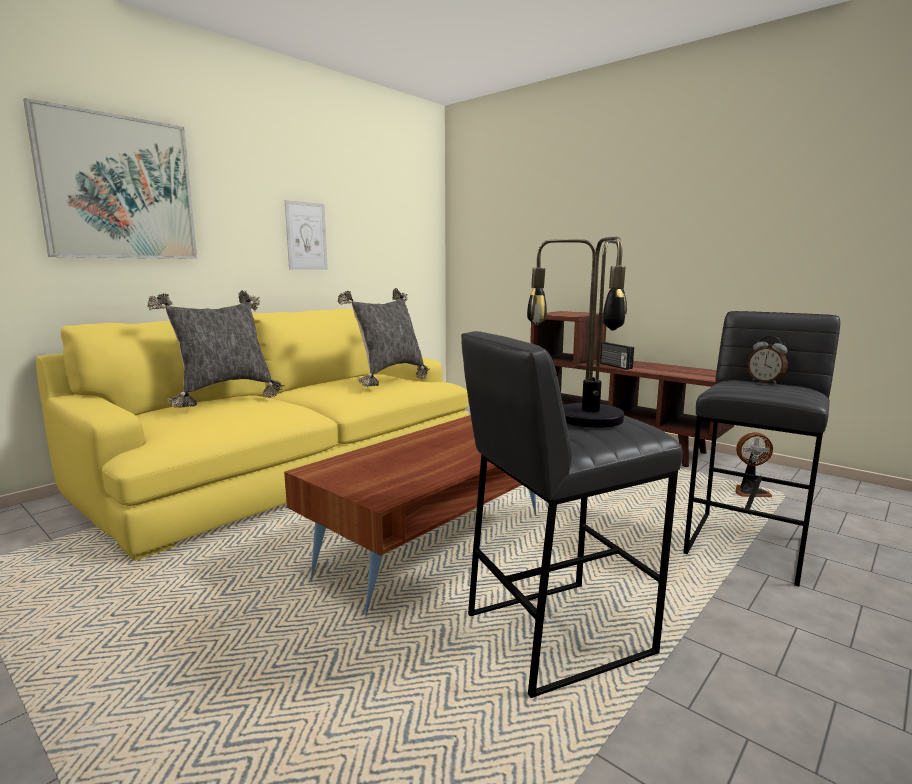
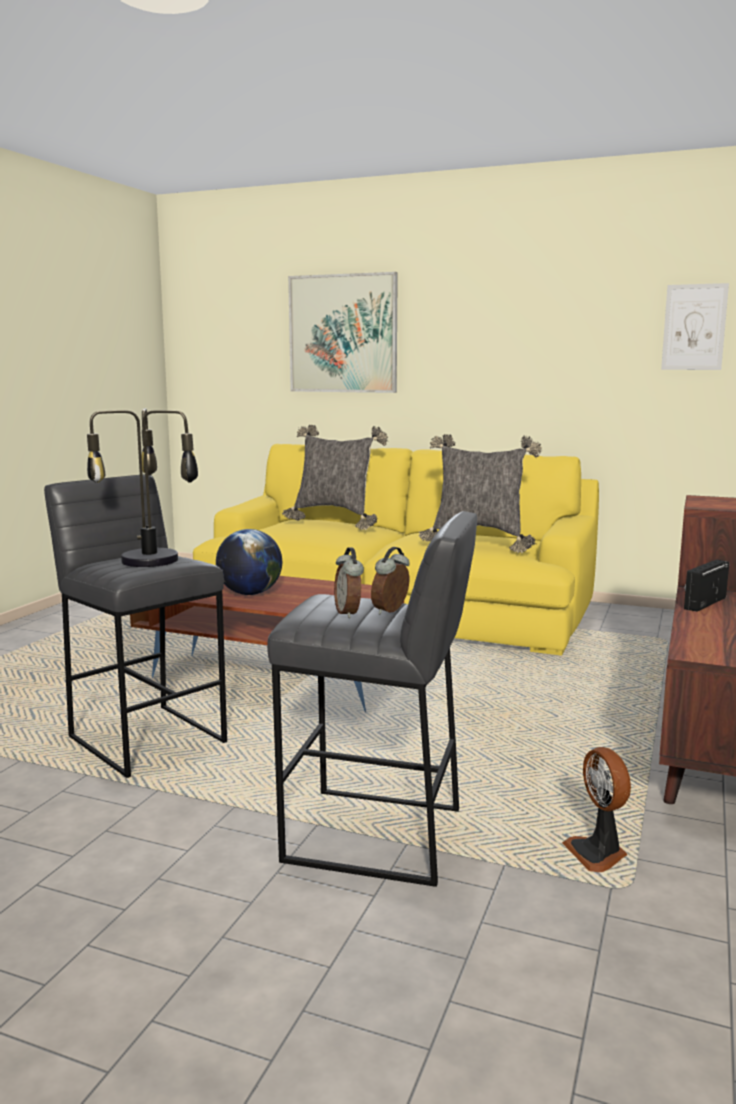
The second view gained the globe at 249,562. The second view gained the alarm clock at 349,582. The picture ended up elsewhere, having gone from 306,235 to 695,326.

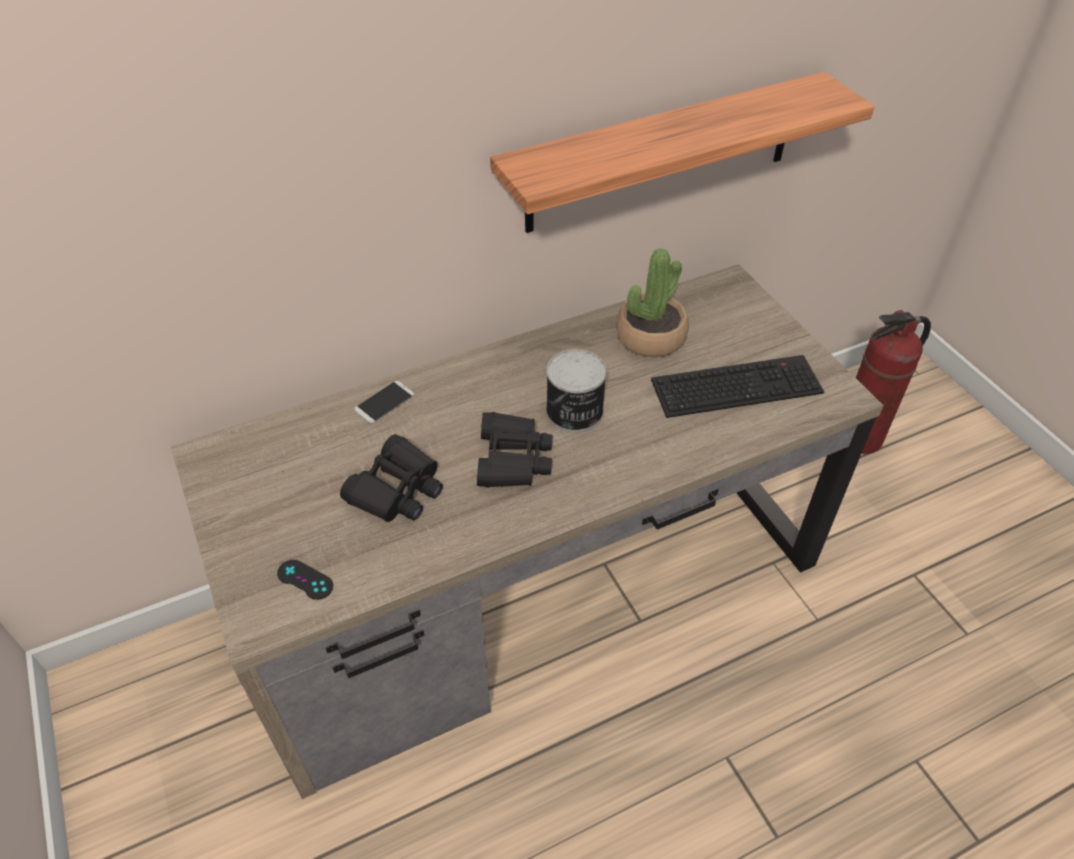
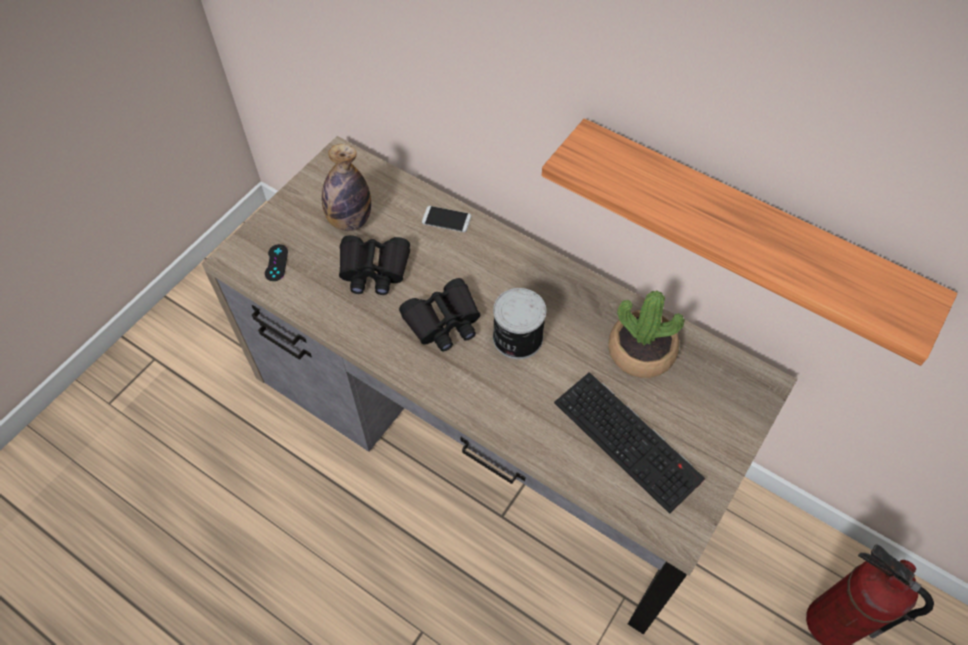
The second view gained the bottle at 346,187.

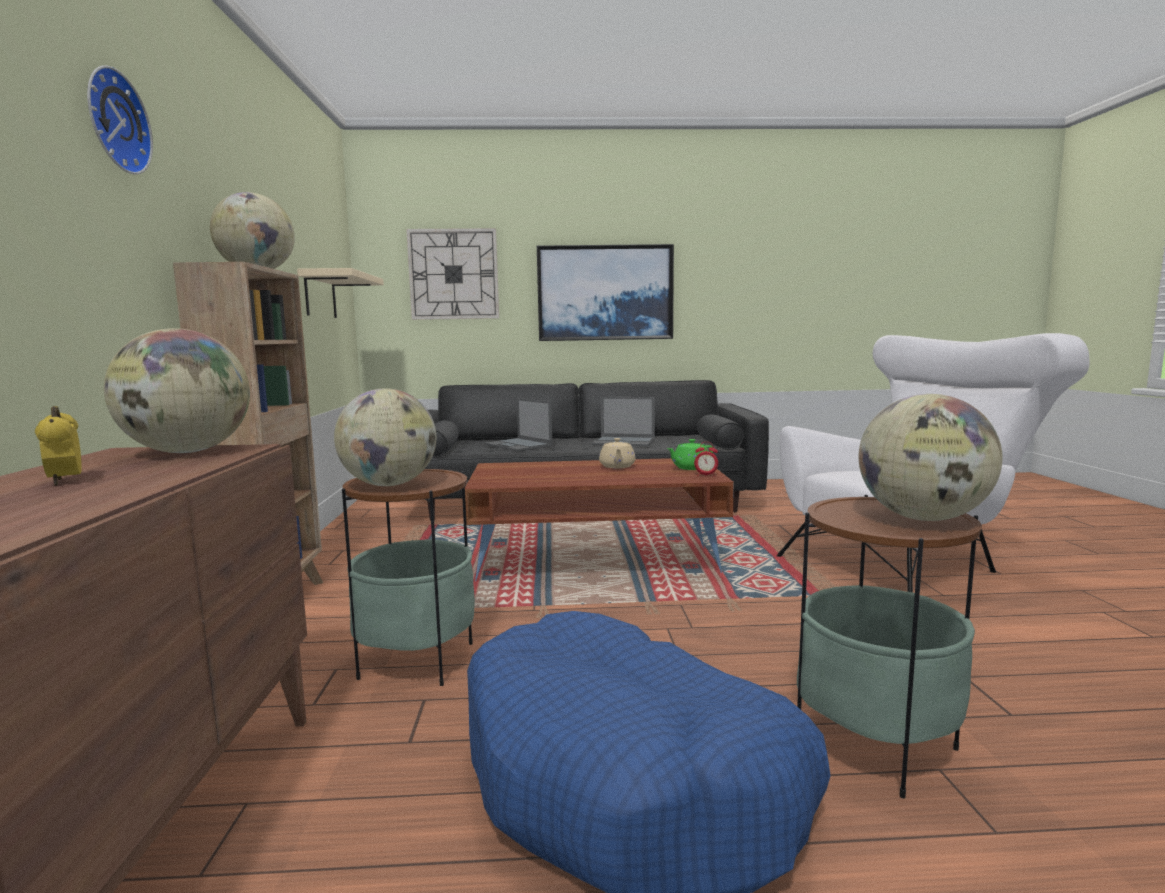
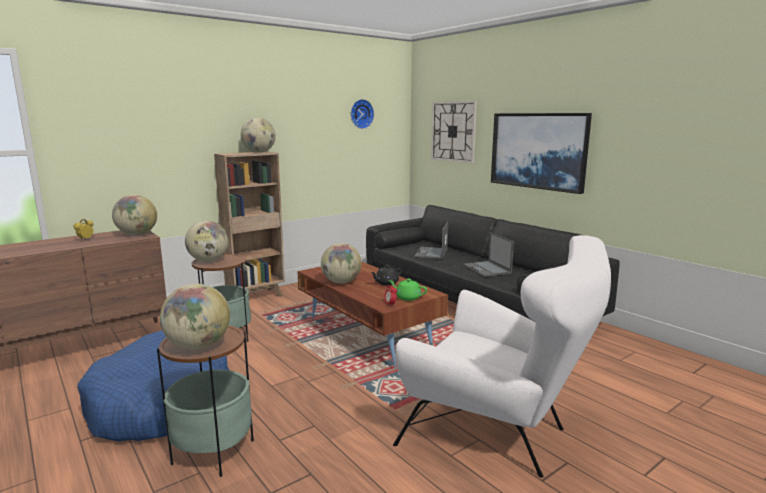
The second view lost the beige shelf at 340,293. The second view gained the globe at 341,263. The wall clock ended up elsewhere, having gone from 120,119 to 362,114. What was the beige teapot at 617,453 turned into the black teapot at 386,275.

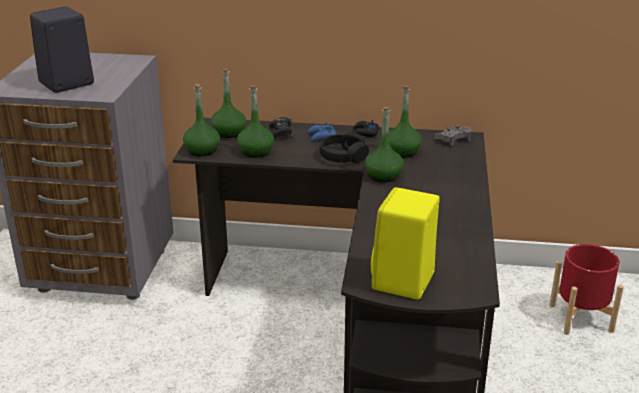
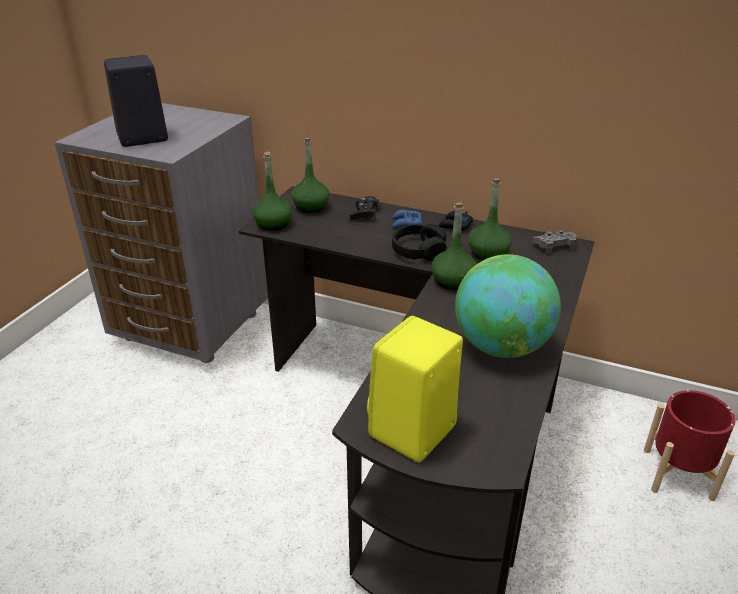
The second view lost the green bottle at 255,122. The second view gained the globe at 508,306.

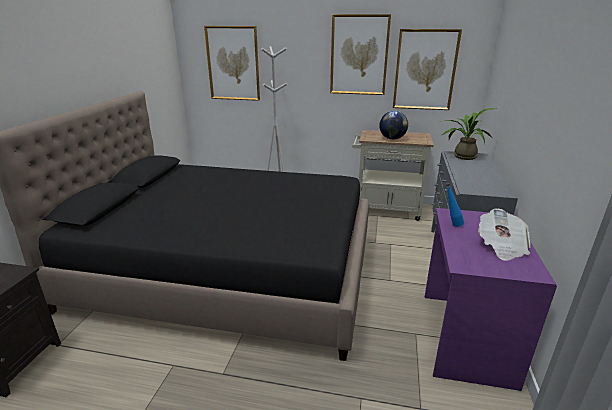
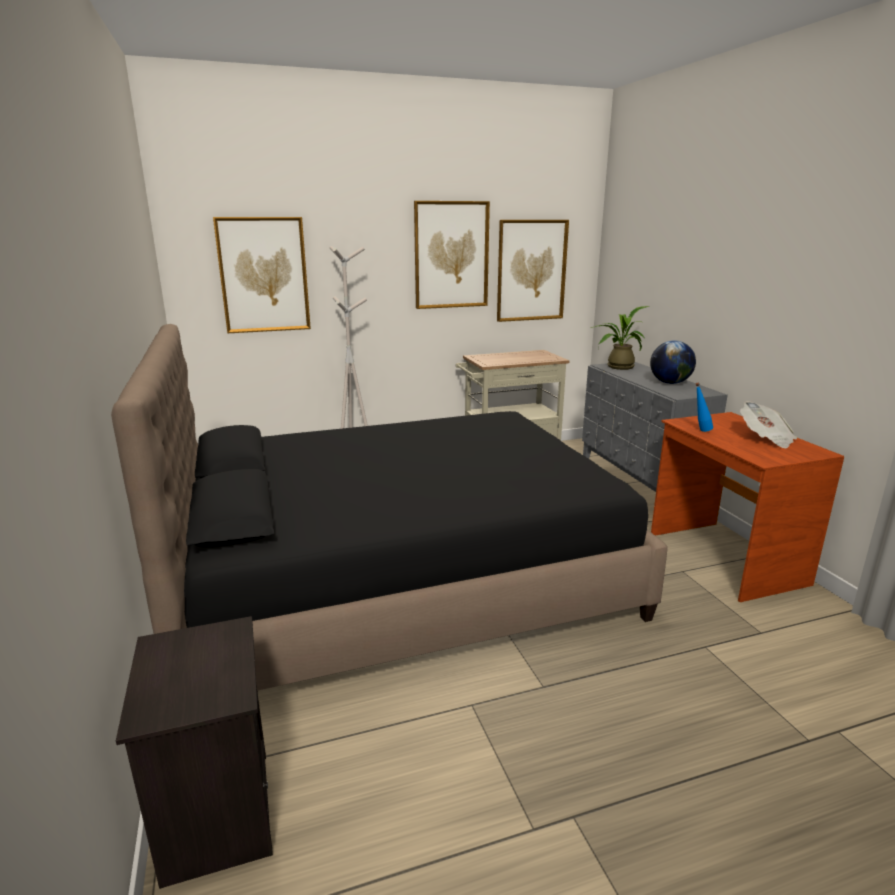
The globe ended up elsewhere, having gone from 393,125 to 673,362. What was the purple desk at 491,299 turned into the brown desk at 747,507.

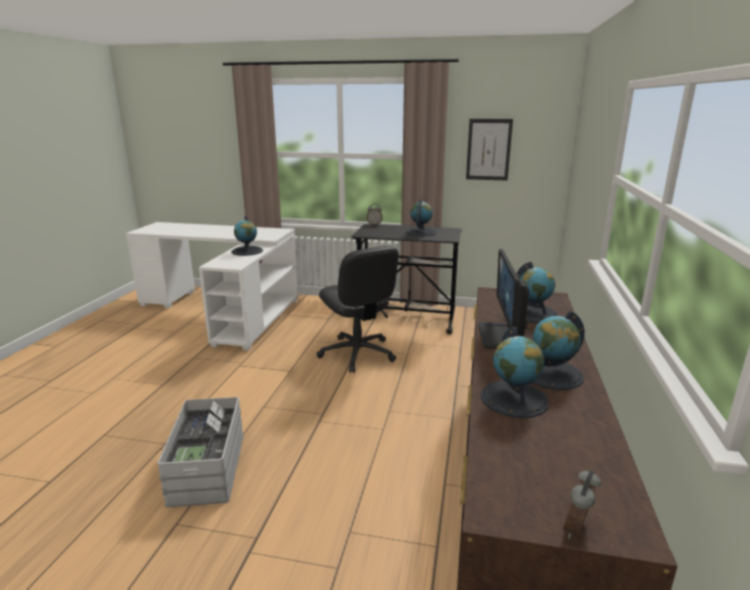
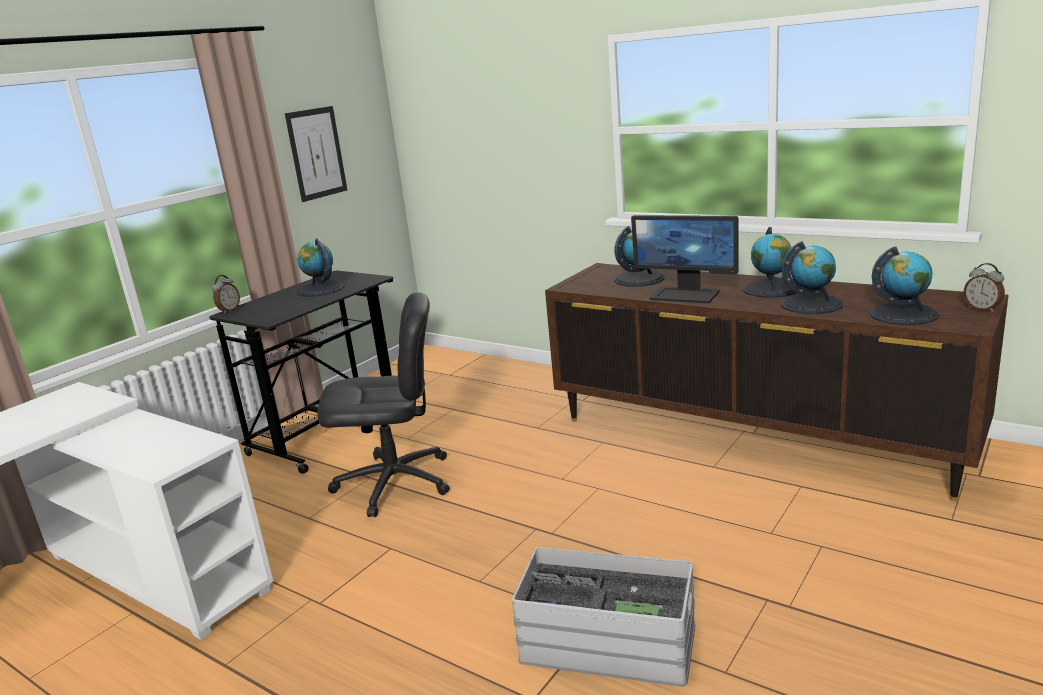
The globe ended up elsewhere, having gone from 247,236 to 904,286.

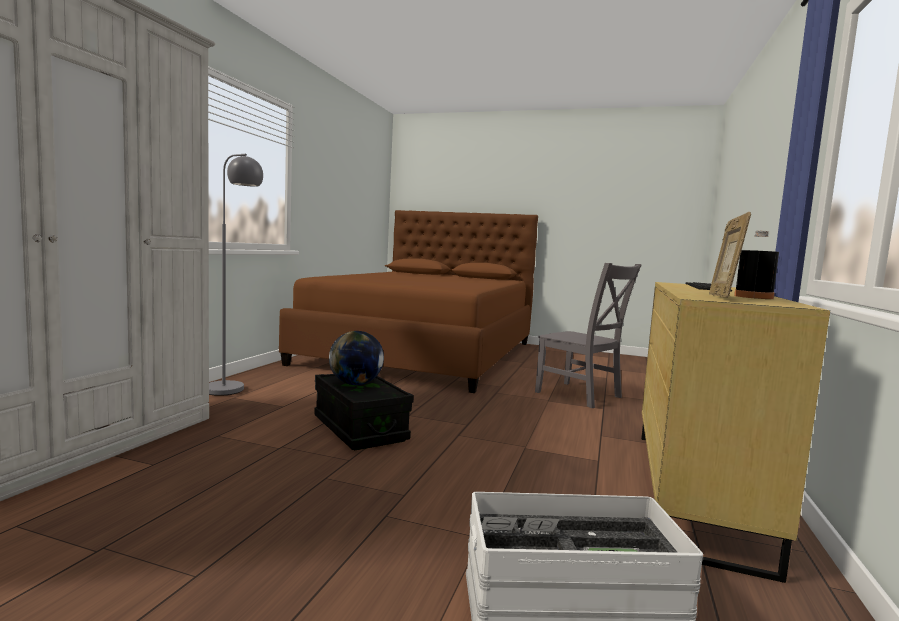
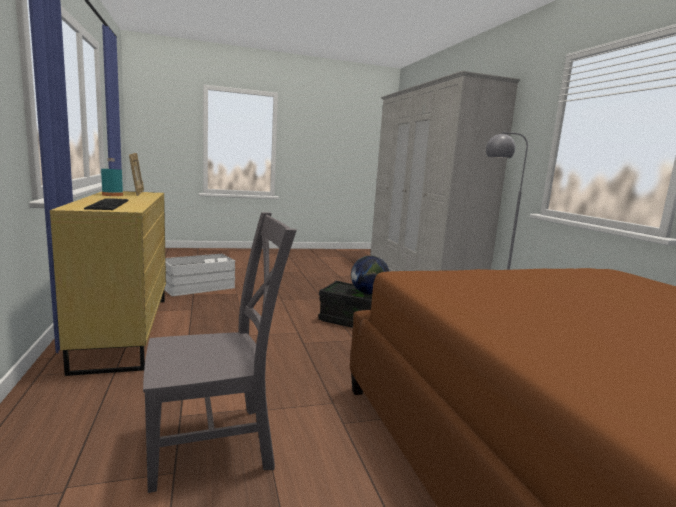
What was the black bottle at 756,265 turned into the turquoise bottle at 112,177. The grey chair at 588,335 ended up facing another way, 150 degrees clockwise from before.

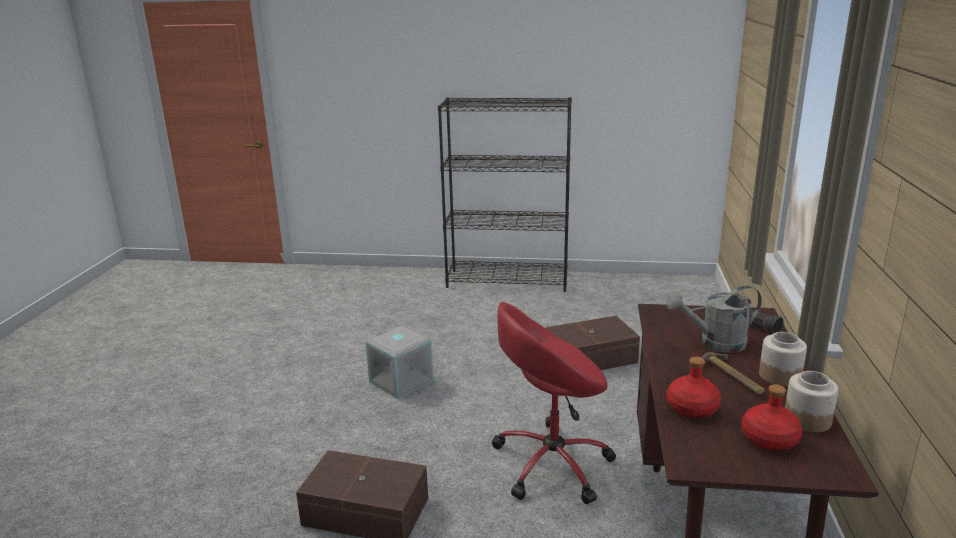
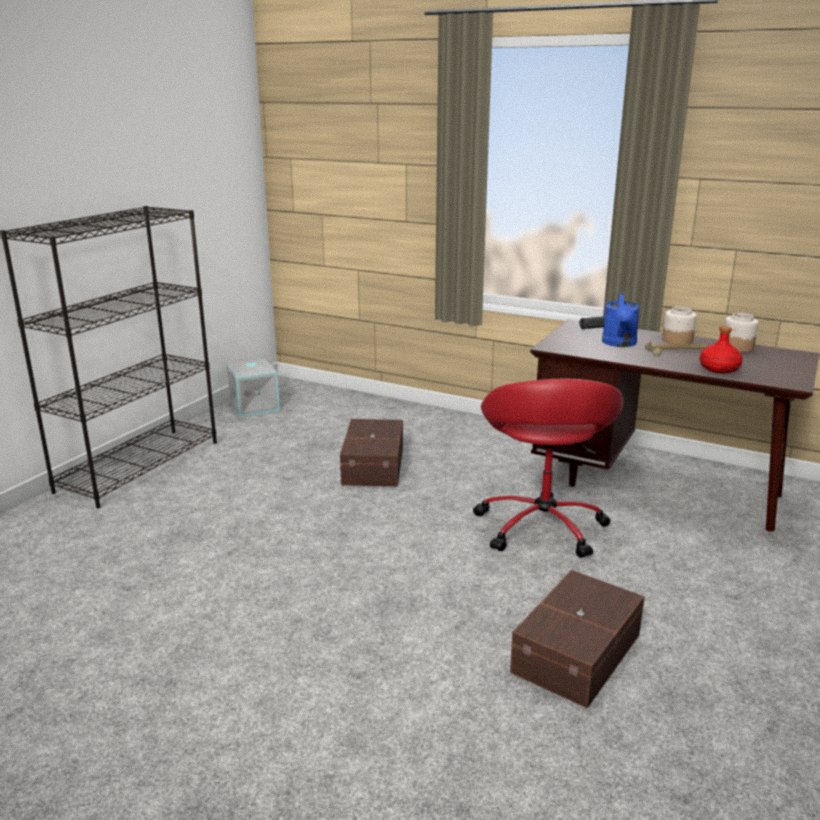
The second view lost the red bottle at 771,417. The grey storage box ended up elsewhere, having gone from 399,362 to 253,388. What was the grey watering can at 714,319 turned into the blue watering can at 621,319.

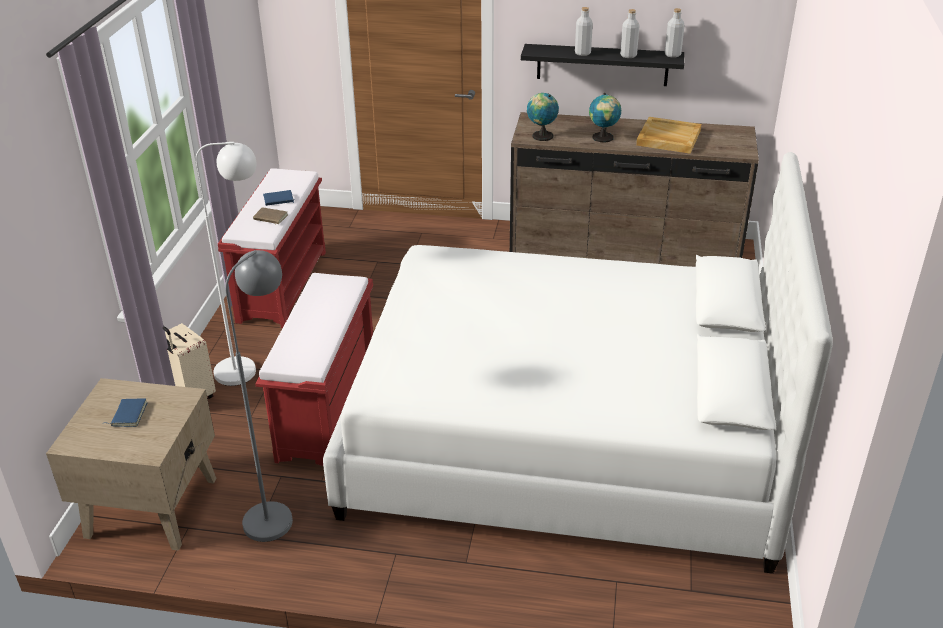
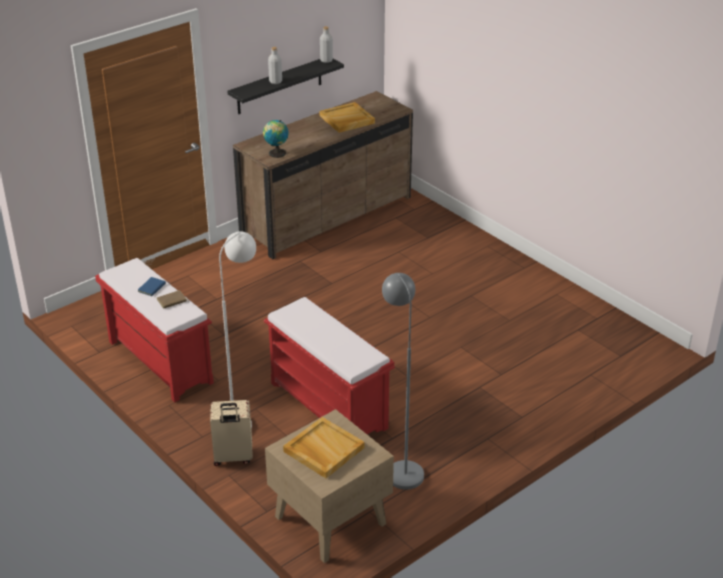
The second view lost the white bed at 578,363. The second view lost the globe at 605,118. The second view lost the grey bottle at 630,33. Where the blue book stood at 125,412, the beige tray came to stand at 324,447.

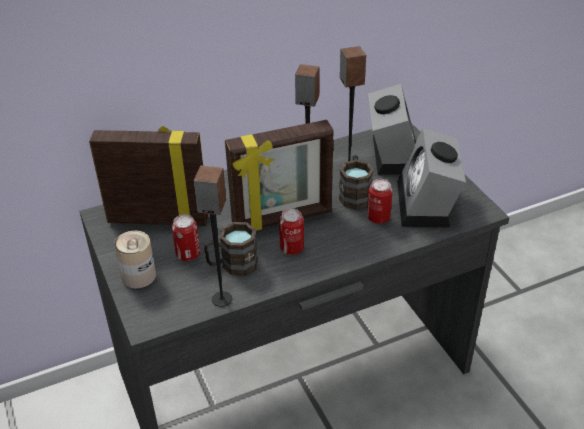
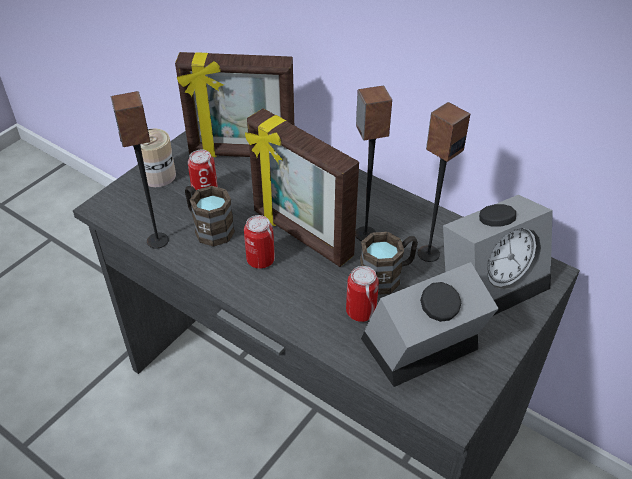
The picture frame at 149,176 ended up facing another way, 120 degrees clockwise from before.

